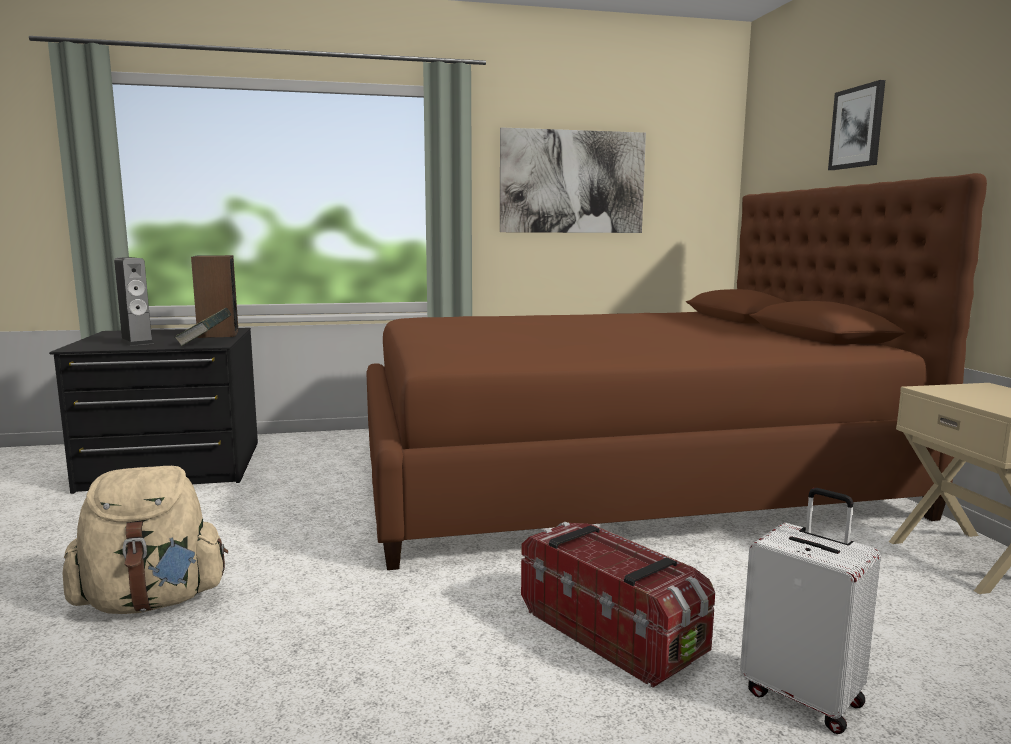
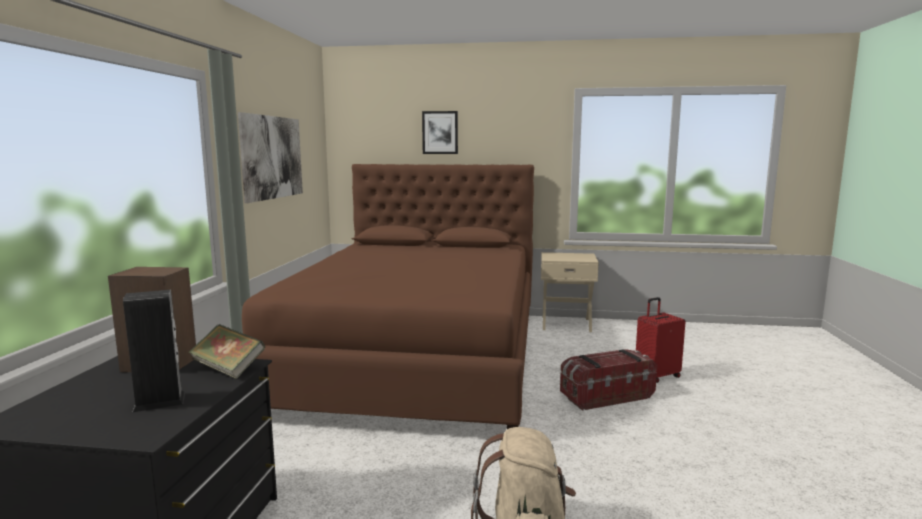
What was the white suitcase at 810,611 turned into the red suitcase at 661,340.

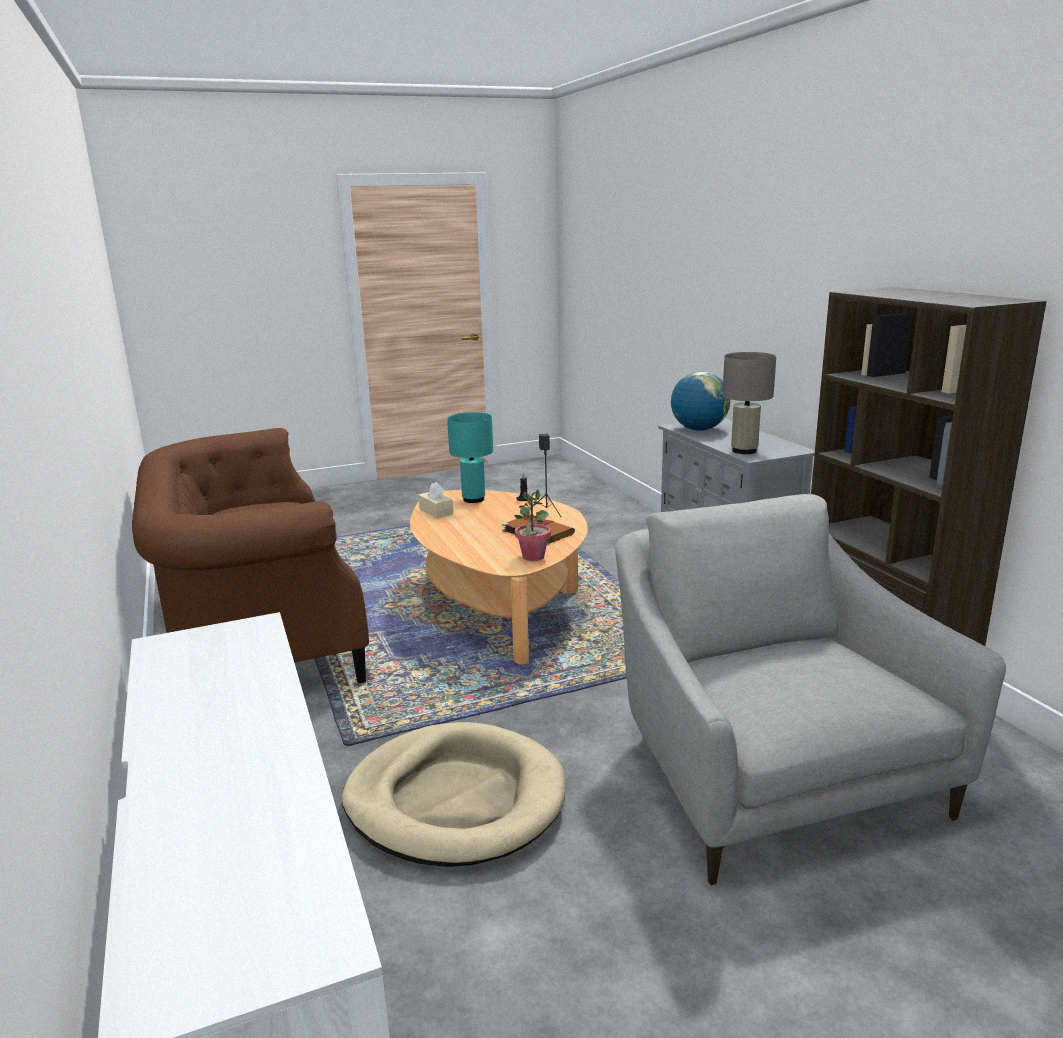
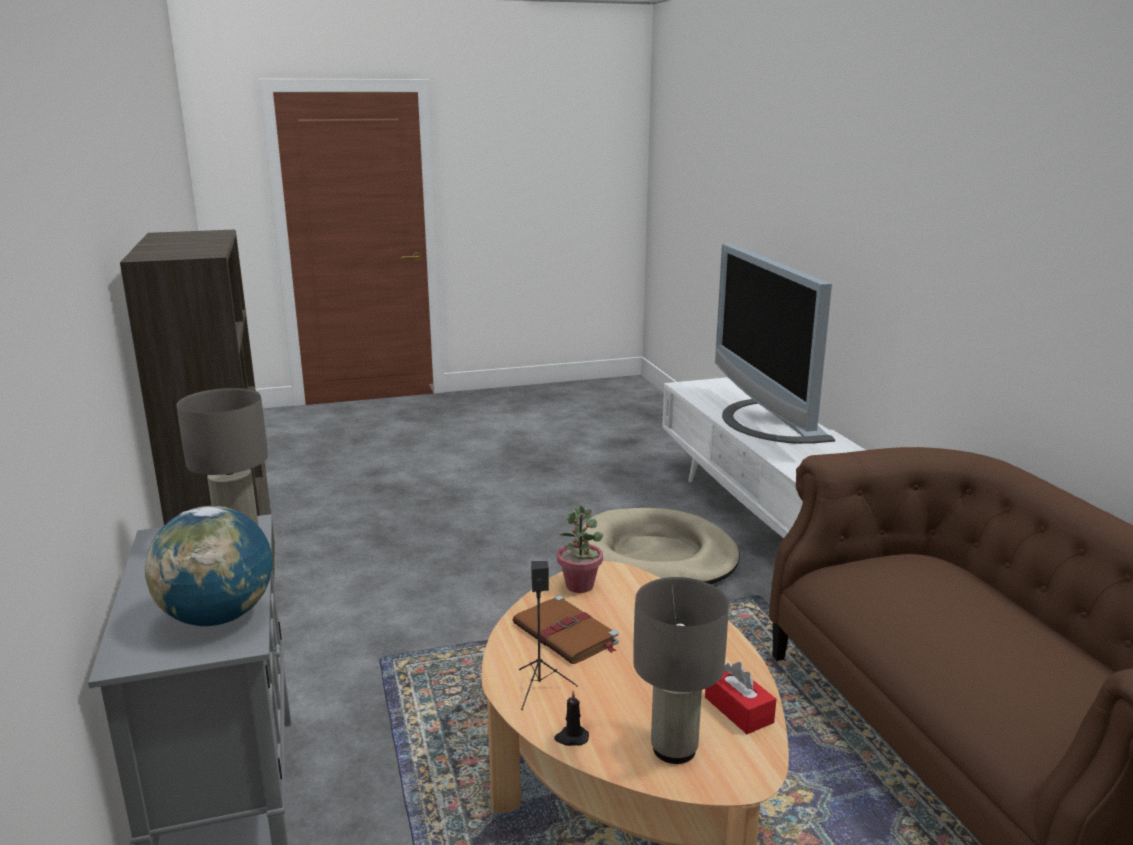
The second view lost the grey armchair at 810,689. The second view gained the television at 775,344. What was the beige tissue box at 435,500 turned into the red tissue box at 740,698. What was the turquoise table lamp at 470,457 turned into the grey table lamp at 681,670.

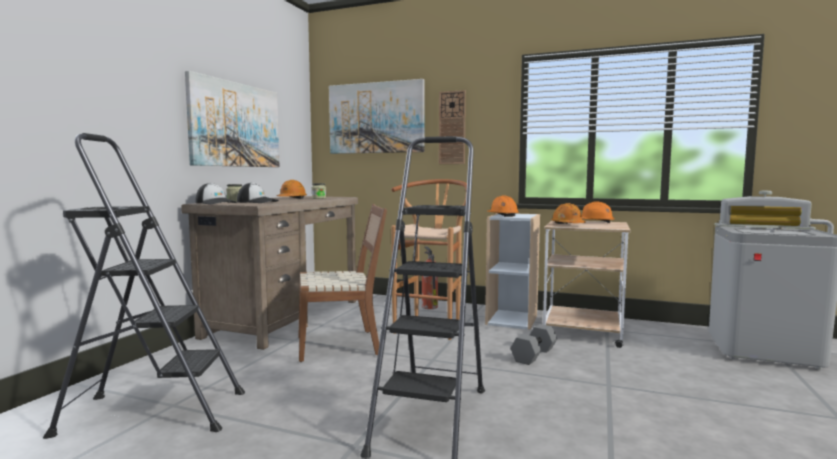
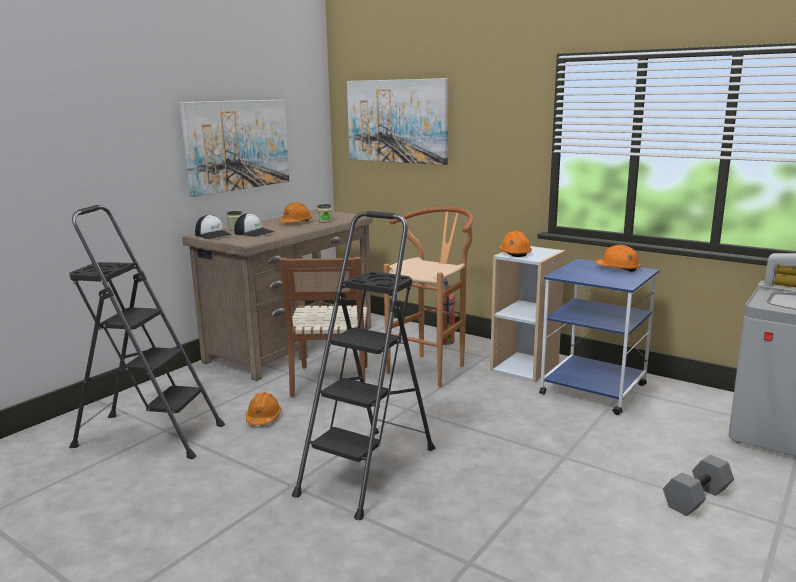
The second view lost the wall clock at 452,127. The grey dumbbell ended up elsewhere, having gone from 533,344 to 698,485. The orange hard hat ended up elsewhere, having gone from 568,213 to 263,408. What was the beige cart at 586,284 turned into the blue cart at 599,337. The chair at 342,283 ended up facing another way, 90 degrees clockwise from before.

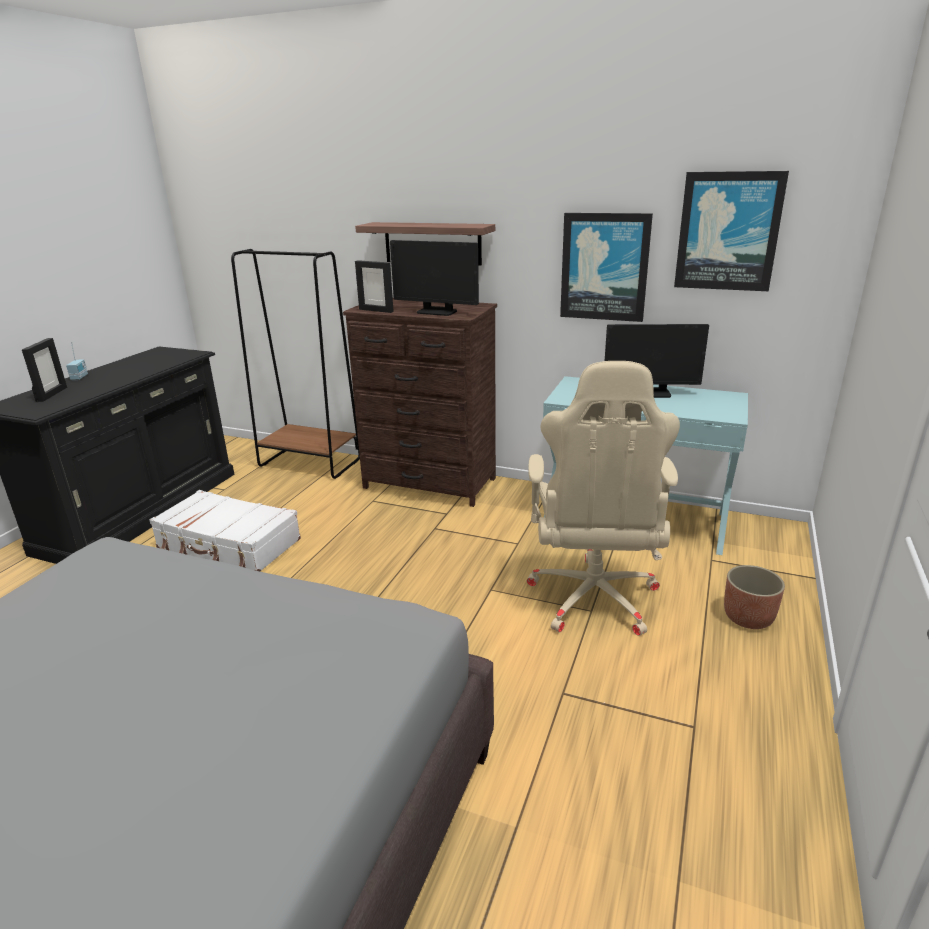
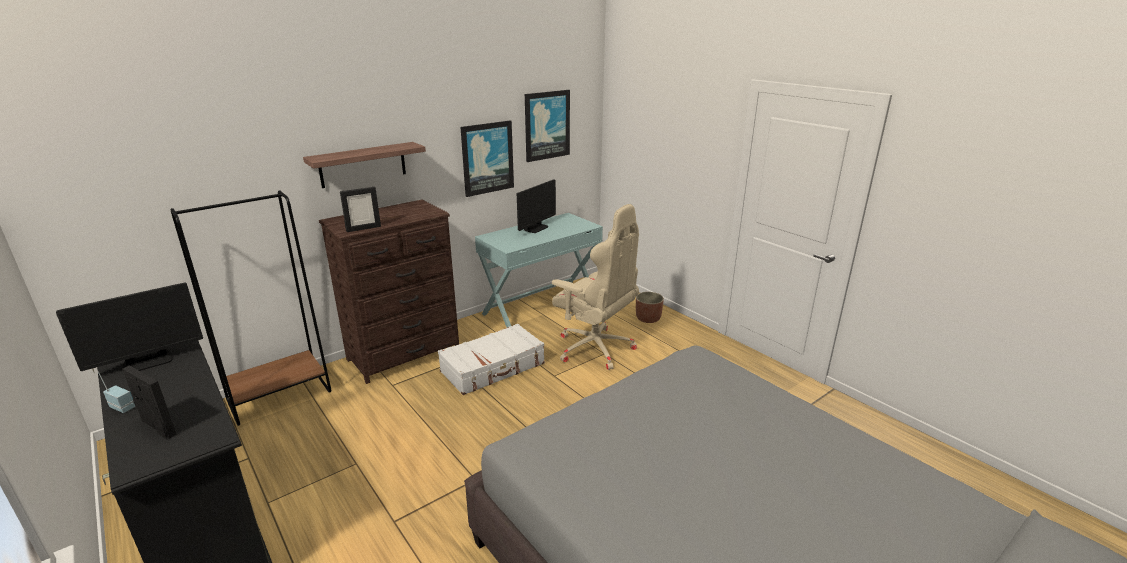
The white suitcase ended up elsewhere, having gone from 225,531 to 491,359. The monitor ended up elsewhere, having gone from 434,278 to 129,326.

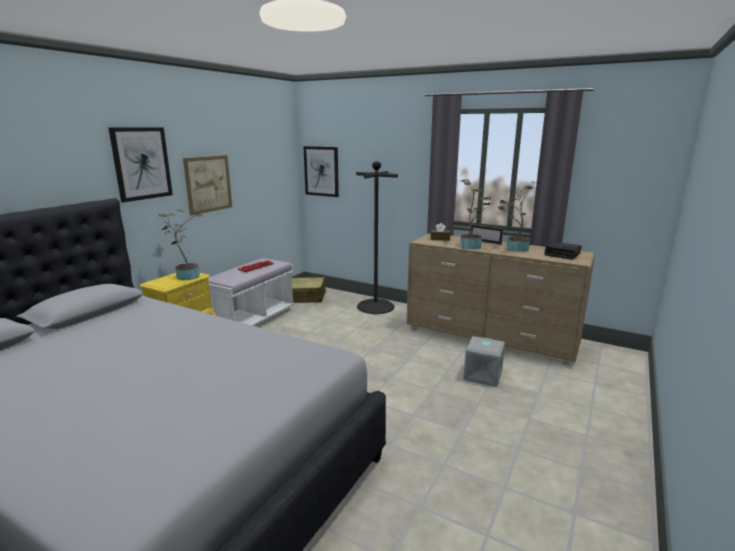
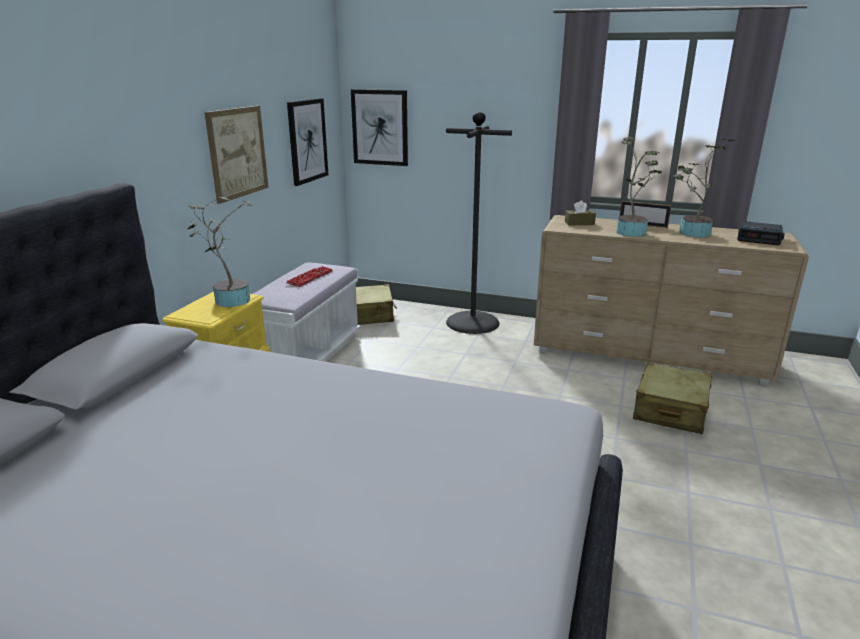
The picture ended up elsewhere, having gone from 141,164 to 307,142. Where the grey storage box stood at 484,361, the beige suitcase came to stand at 672,398.

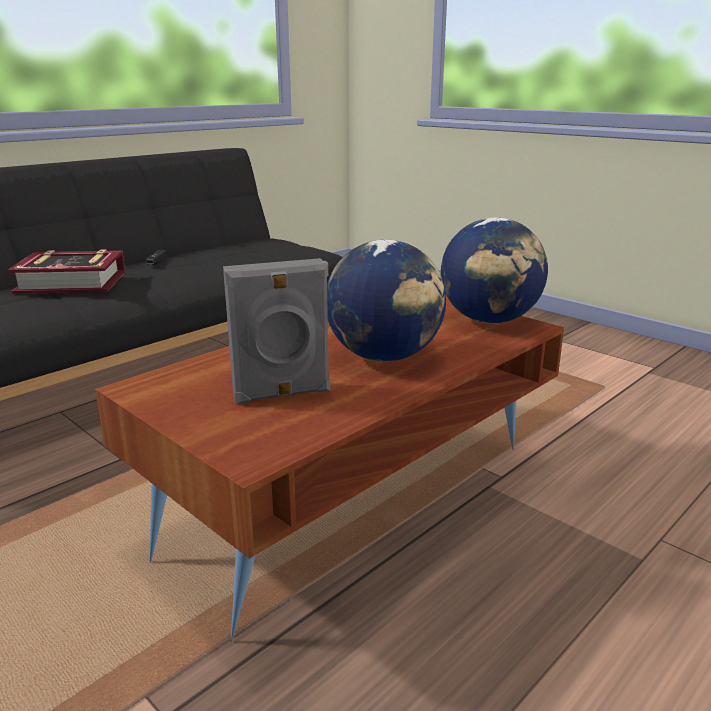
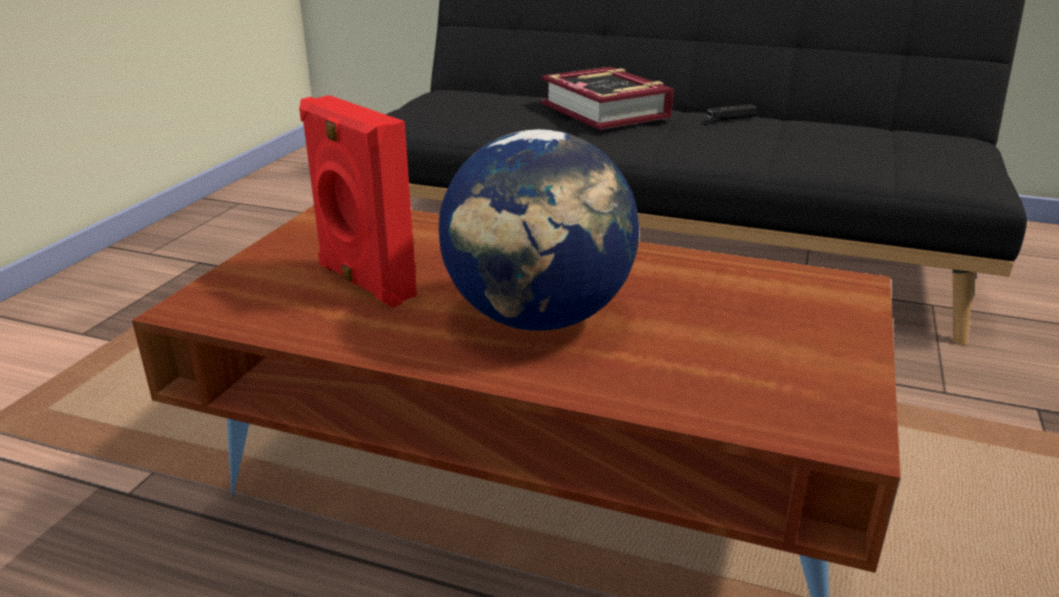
The second view lost the globe at 494,270. What was the grey speaker at 276,331 turned into the red speaker at 358,201.

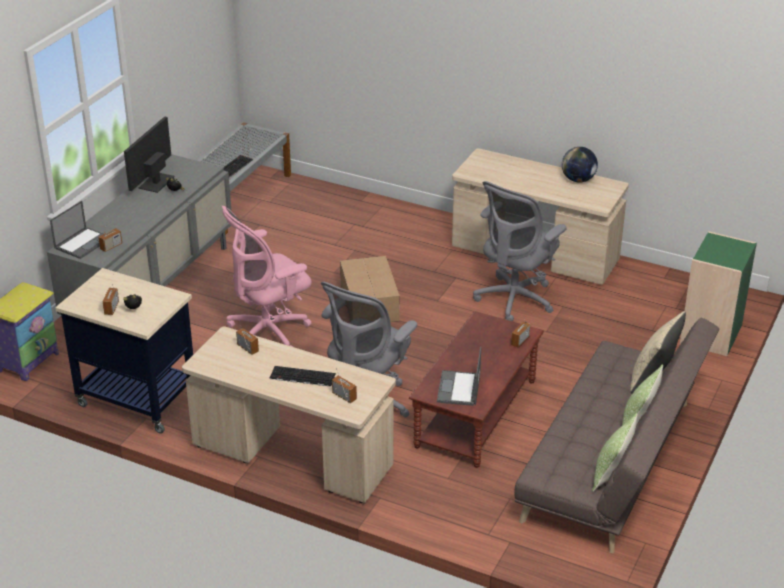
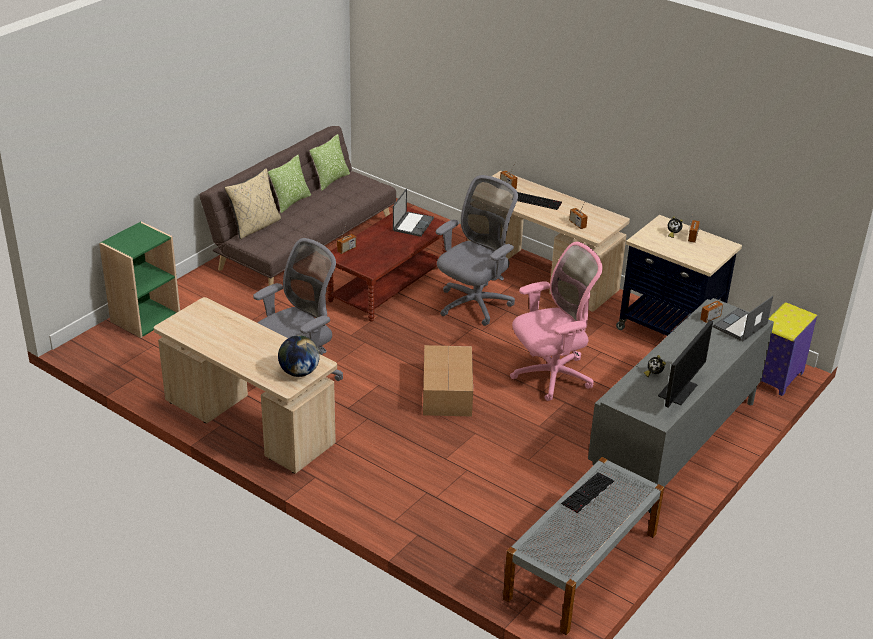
The globe ended up elsewhere, having gone from 580,165 to 299,356.

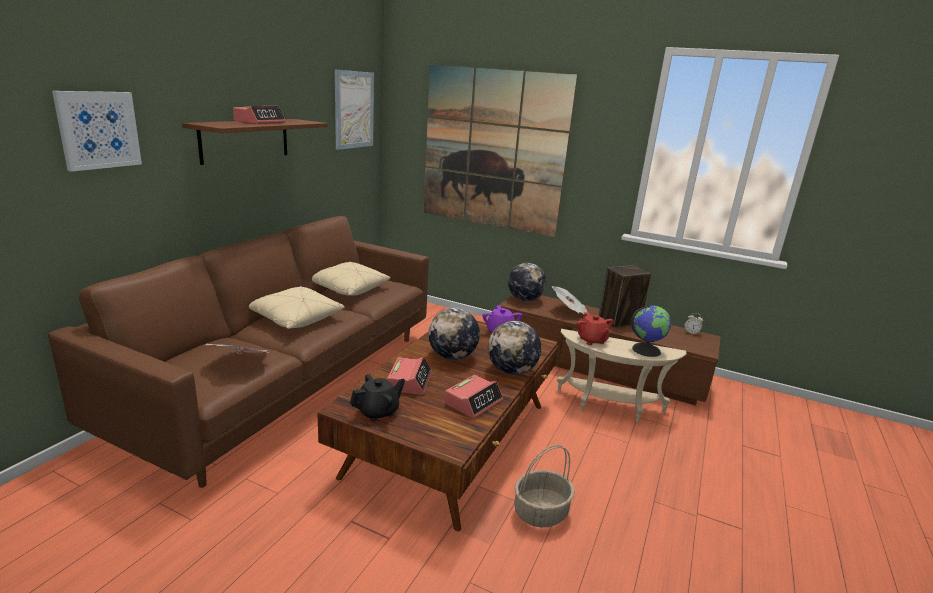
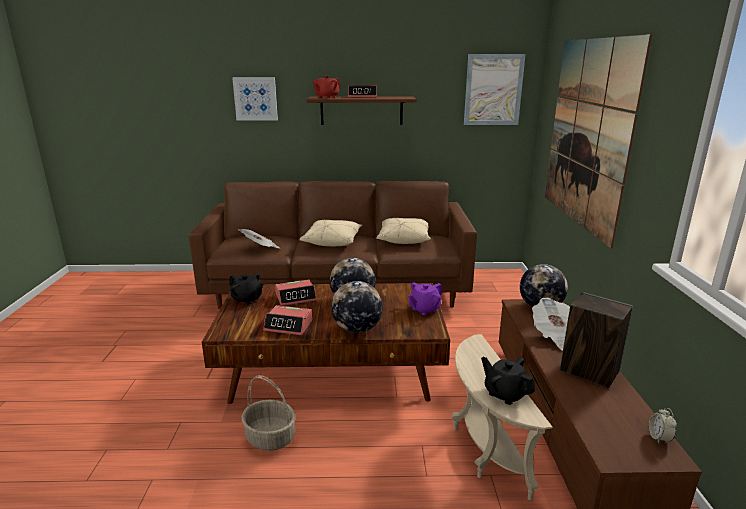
The red teapot ended up elsewhere, having gone from 595,328 to 327,87. Where the globe stood at 651,331, the black teapot came to stand at 508,381.

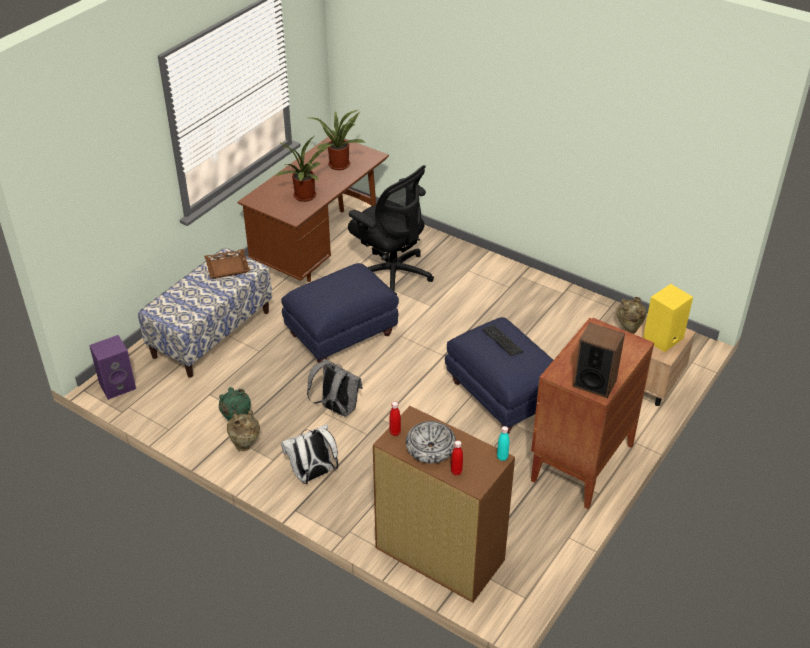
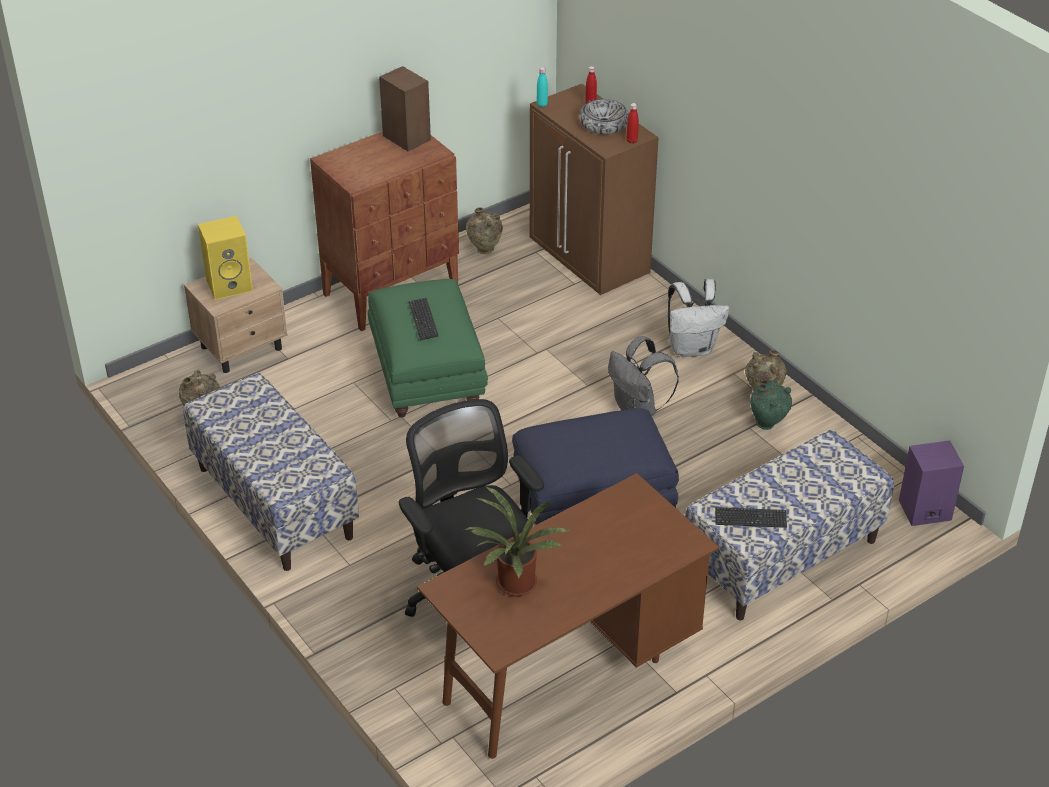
The second view lost the potted plant at 304,169. The second view gained the bench at 271,472. The second view gained the beige vase at 484,230. Where the brown tray stood at 227,264, the keyboard came to stand at 751,517. What was the blue ottoman at 499,375 turned into the green ottoman at 428,348.

